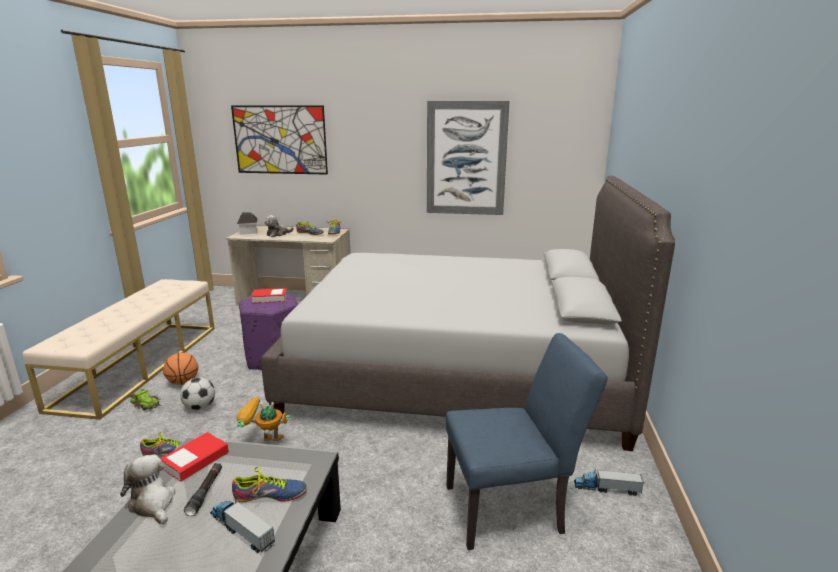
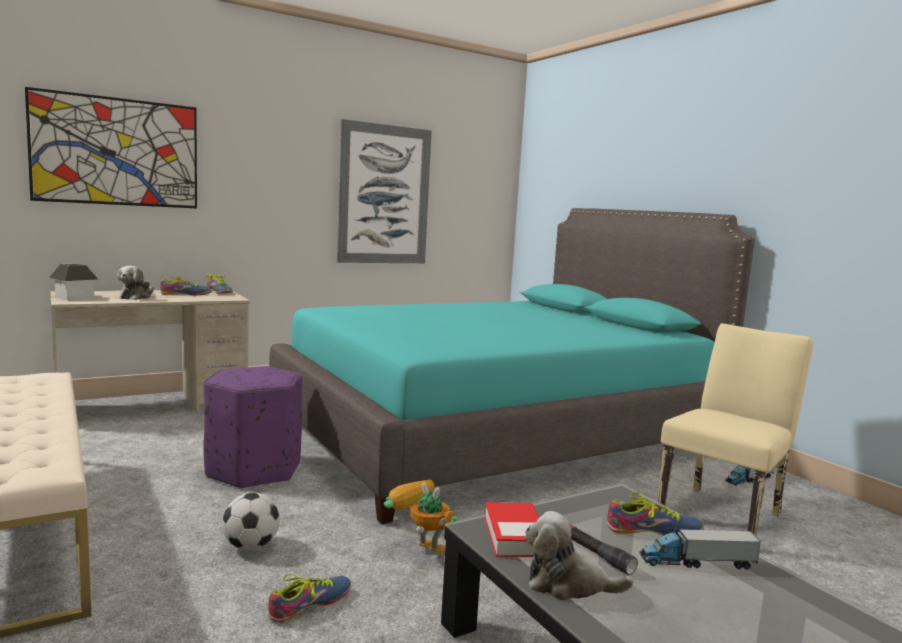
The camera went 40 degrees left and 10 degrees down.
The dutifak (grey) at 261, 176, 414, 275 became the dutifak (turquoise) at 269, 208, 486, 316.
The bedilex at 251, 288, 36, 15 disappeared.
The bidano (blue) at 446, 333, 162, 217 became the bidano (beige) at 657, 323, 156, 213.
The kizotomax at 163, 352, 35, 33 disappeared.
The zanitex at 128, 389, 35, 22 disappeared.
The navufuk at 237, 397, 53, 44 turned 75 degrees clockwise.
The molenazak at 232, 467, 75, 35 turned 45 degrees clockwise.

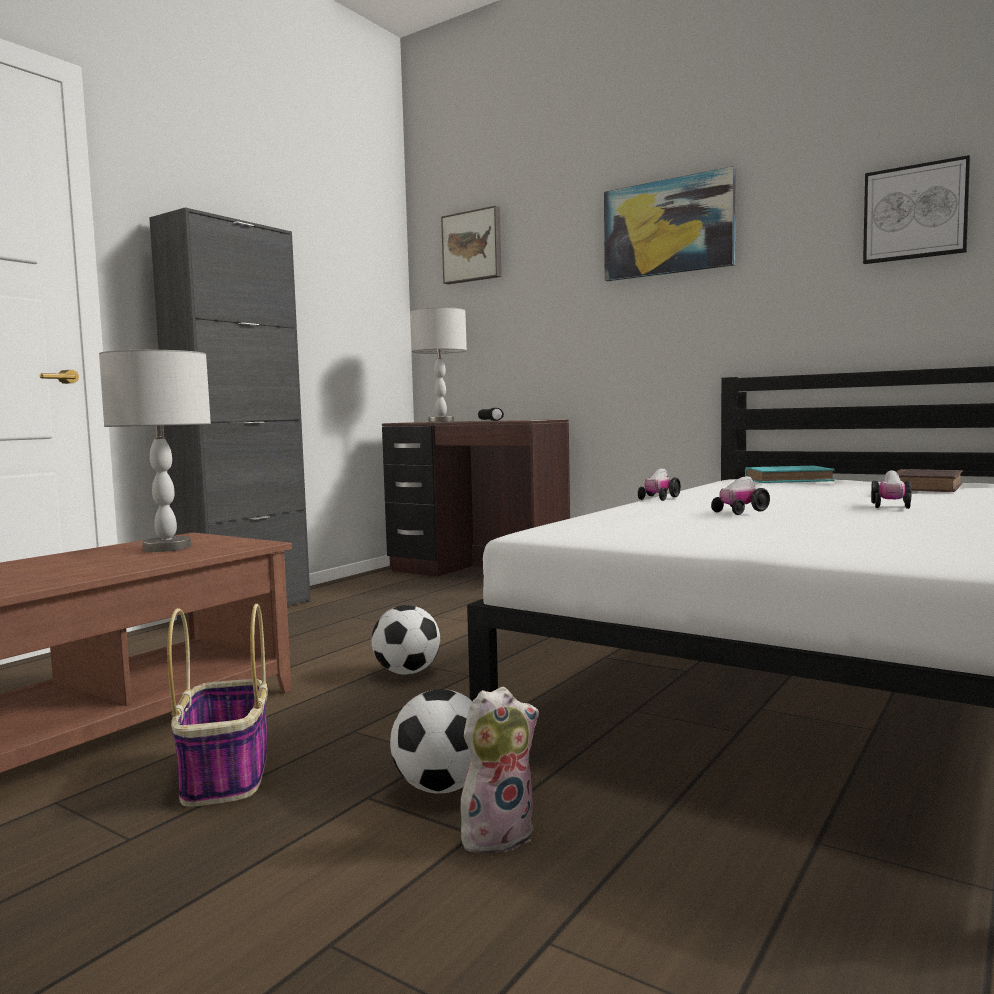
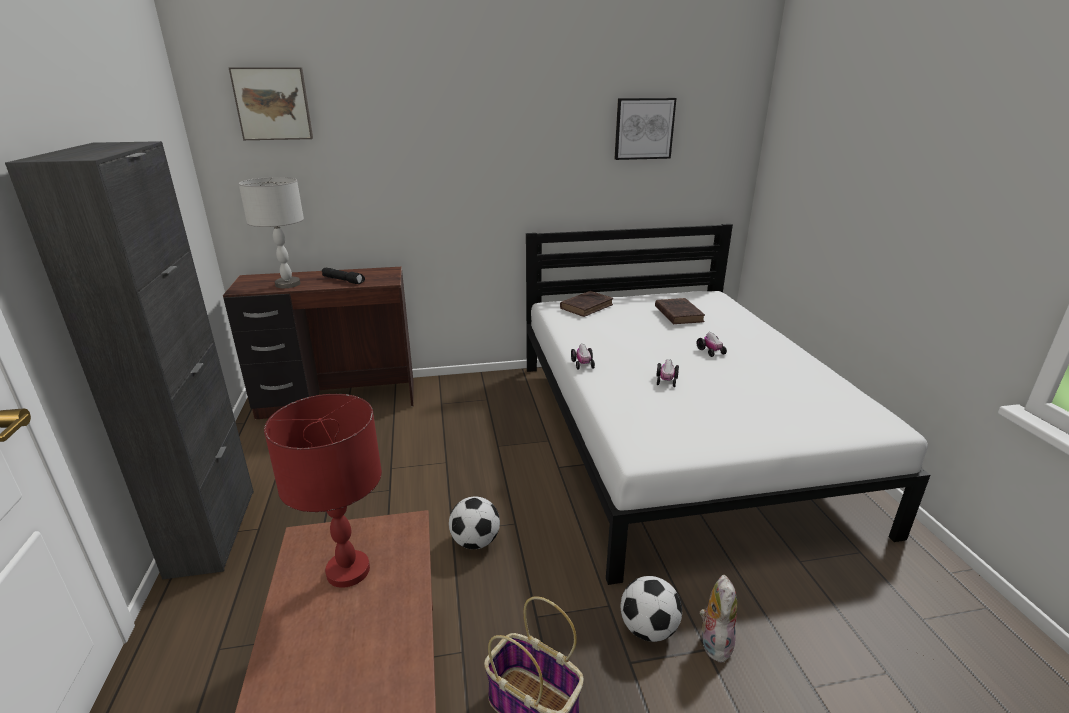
The camera went 45 degrees left and 20 degrees up.
The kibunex at 604, 166, 132, 115 disappeared.
The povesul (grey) at 99, 350, 112, 202 became the povesul (red) at 264, 394, 118, 194.
The bedilex (turquoise) at 745, 466, 90, 17 became the bedilex (brown) at 560, 291, 53, 26.

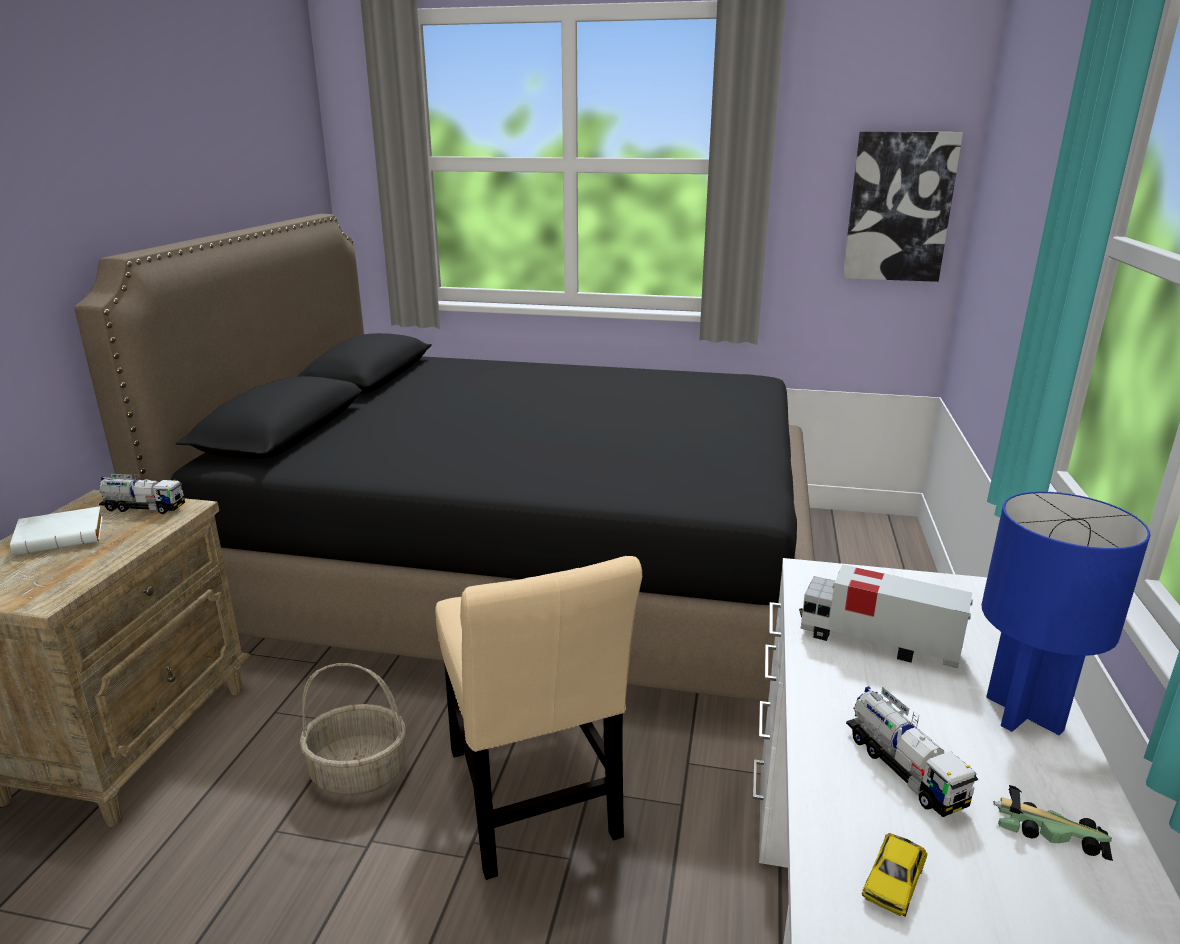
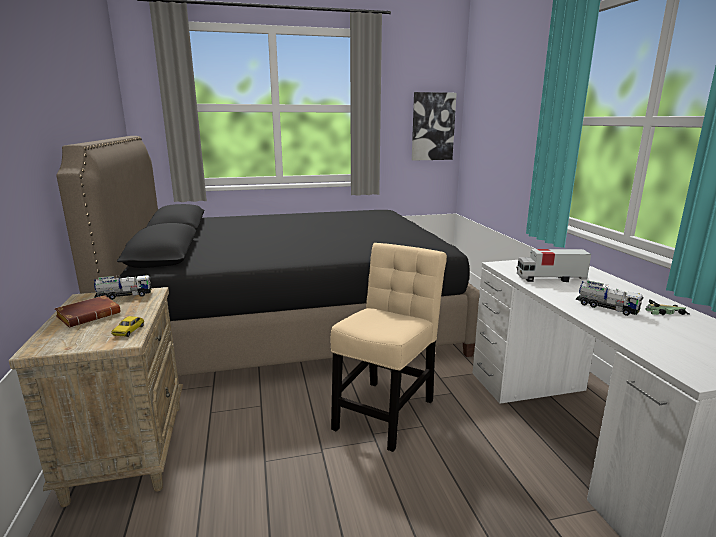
The camera went 25 degrees left and 5 degrees down.
The povesul (blue) at 981, 492, 169, 243 disappeared.
The bedilex (white) at 10, 506, 93, 50 became the bedilex (brown) at 54, 295, 66, 33.
The bidano (beige) at 435, 556, 207, 324 turned 105 degrees counterclockwise.
The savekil at 299, 663, 107, 133 disappeared.
The zanitex moved from 862, 833, 66, 84 to 111, 316, 33, 21.

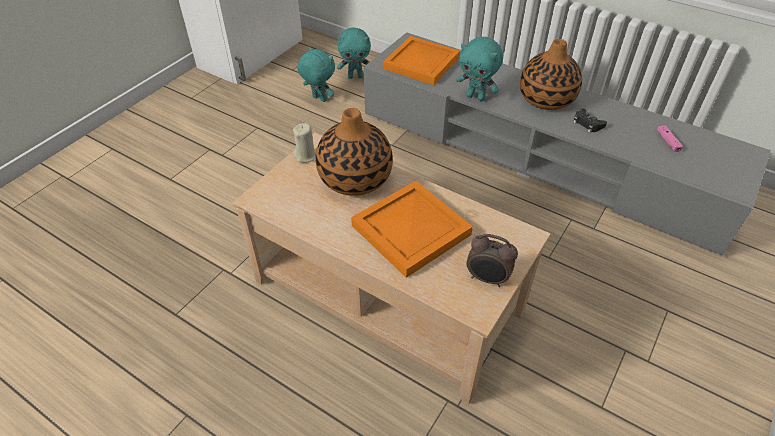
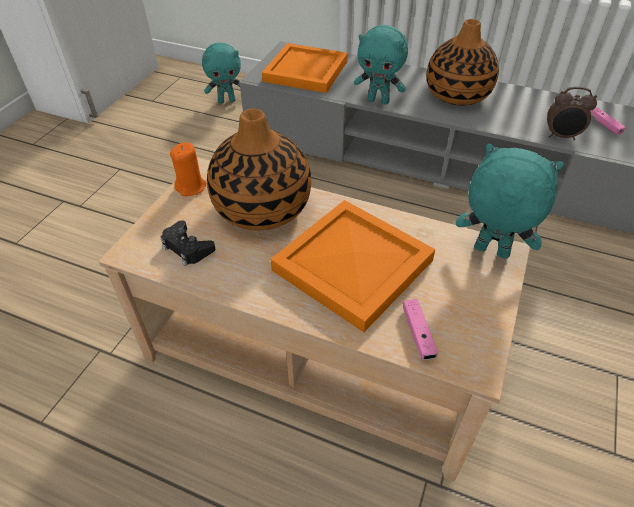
The camera went 10 degrees left and 0 degrees up.
The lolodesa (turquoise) moved from 297, 47, 38, 55 to 456, 144, 108, 115.
The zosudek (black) moved from 573, 109, 34, 24 to 160, 220, 55, 46.
The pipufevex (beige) at 293, 123, 23, 40 became the pipufevex (orange) at 170, 142, 37, 54.
The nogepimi moved from 466, 234, 52, 53 to 547, 87, 50, 53.
The zosudek (pink) at 403, 299, 35, 61 appeared.

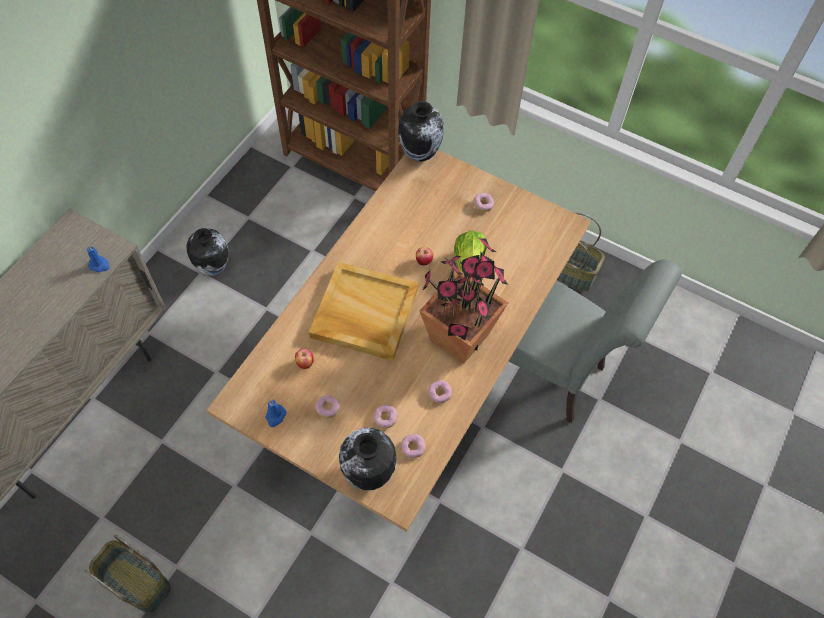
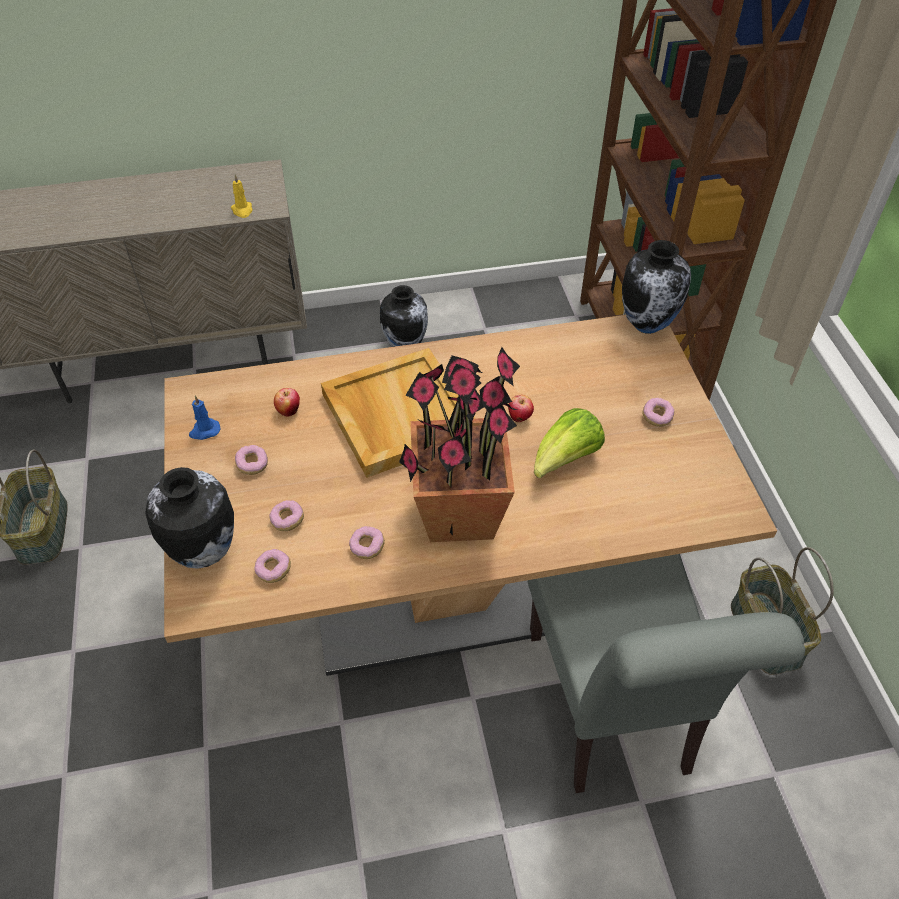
The camera went 50 degrees right and 10 degrees down.
The pipufevex (blue) at 87, 245, 23, 27 became the pipufevex (yellow) at 231, 174, 22, 44.

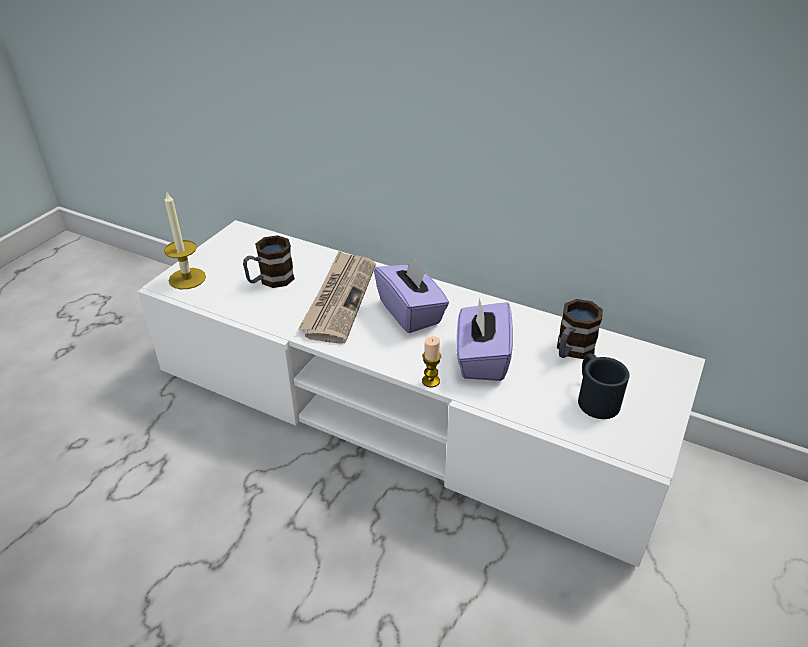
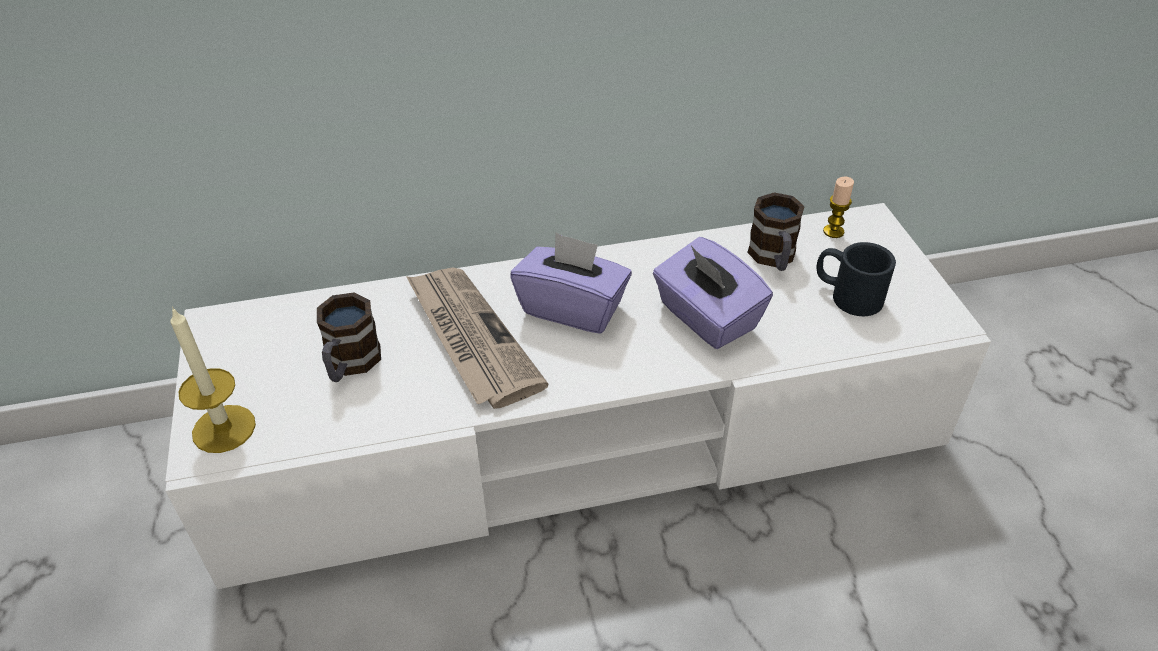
The camera went 40 degrees left and 5 degrees up.
The pipufevex moved from 422, 336, 19, 51 to 823, 177, 31, 61.

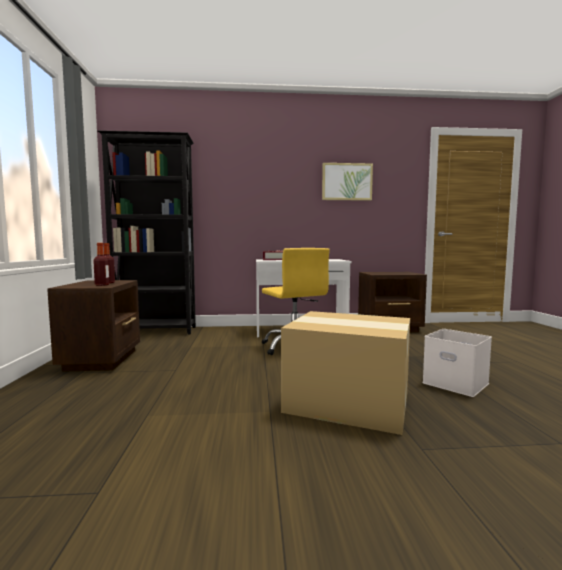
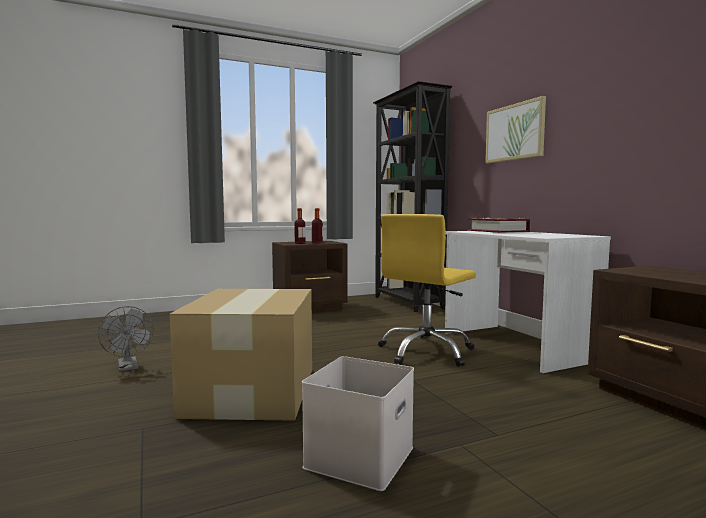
The camera went 70 degrees right and 0 degrees up.
The kibunex moved from 322, 163, 51, 38 to 485, 96, 61, 67.
The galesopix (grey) at 98, 306, 56, 65 appeared.

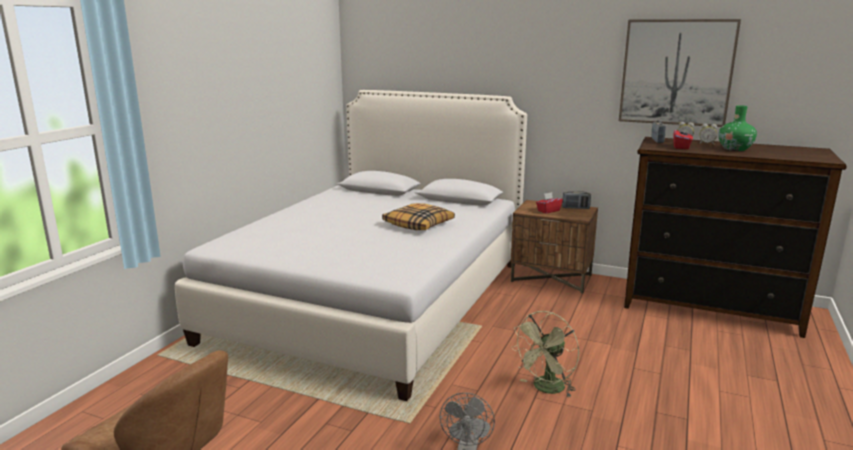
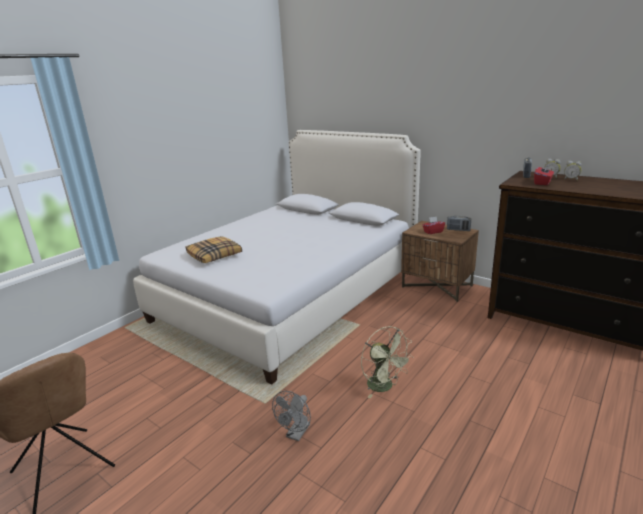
The camera went 15 degrees right and 5 degrees up.
The kibunex at 619, 19, 122, 108 disappeared.
The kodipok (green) at 718, 105, 39, 46 disappeared.
The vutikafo moved from 382, 203, 73, 27 to 185, 236, 57, 27.
The galesopix (green) at 511, 311, 68, 86 turned 90 degrees counterclockwise.

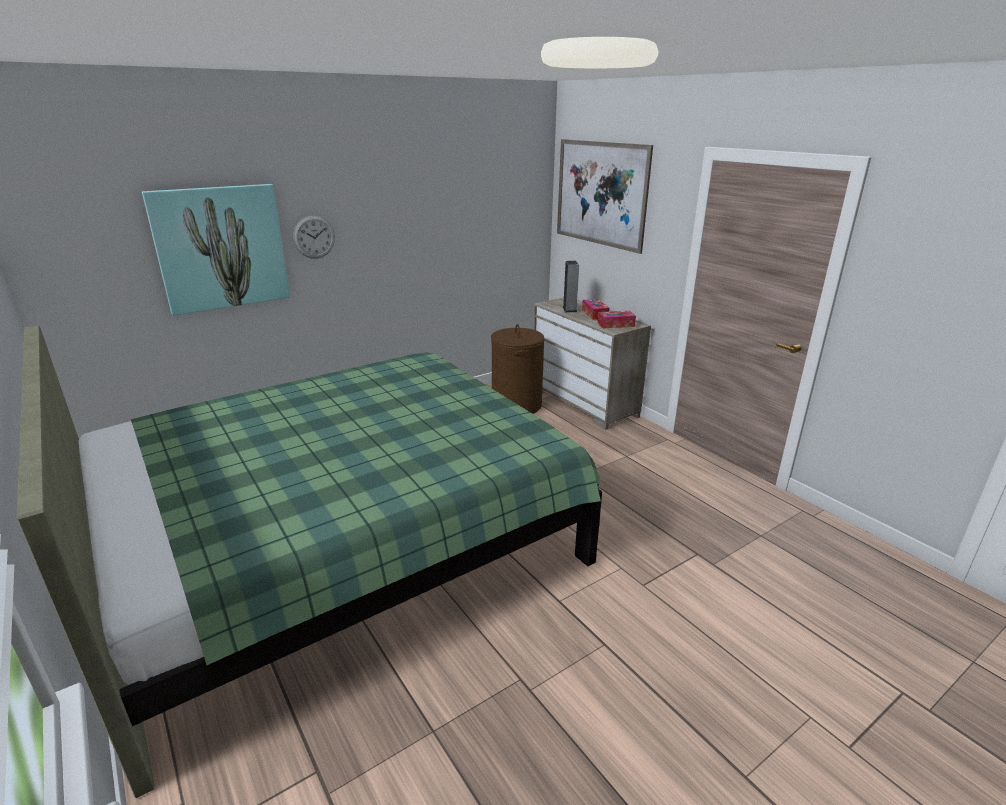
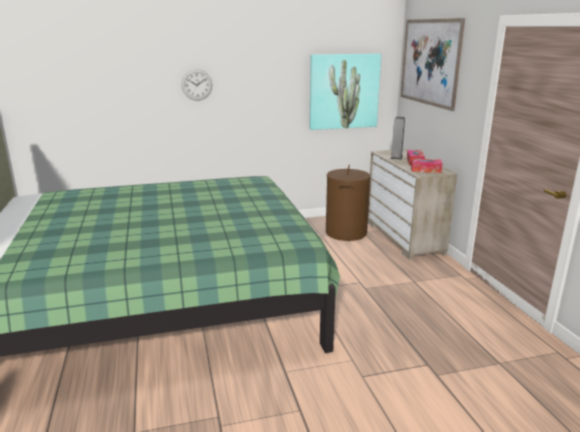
The camera went 20 degrees right and 5 degrees down.
The kibunex moved from 142, 184, 148, 132 to 309, 54, 72, 76.

